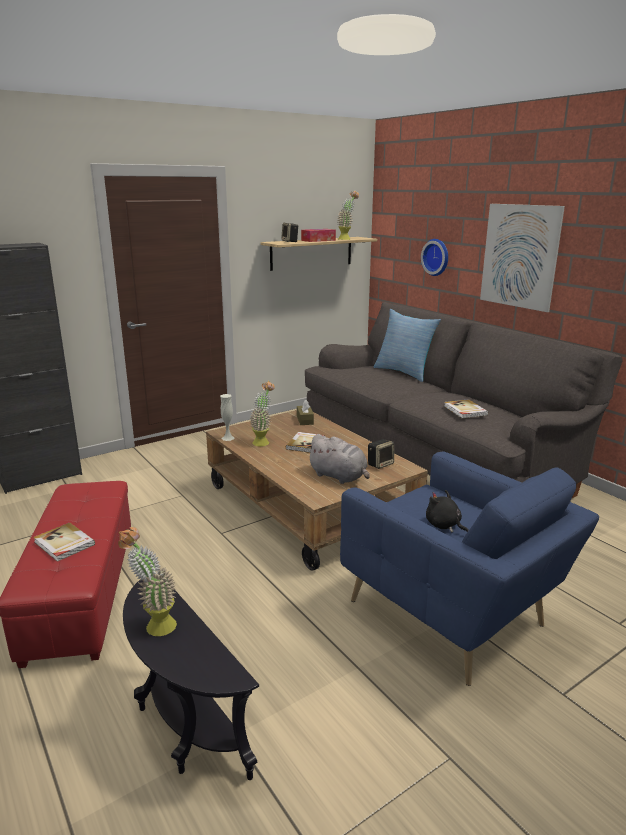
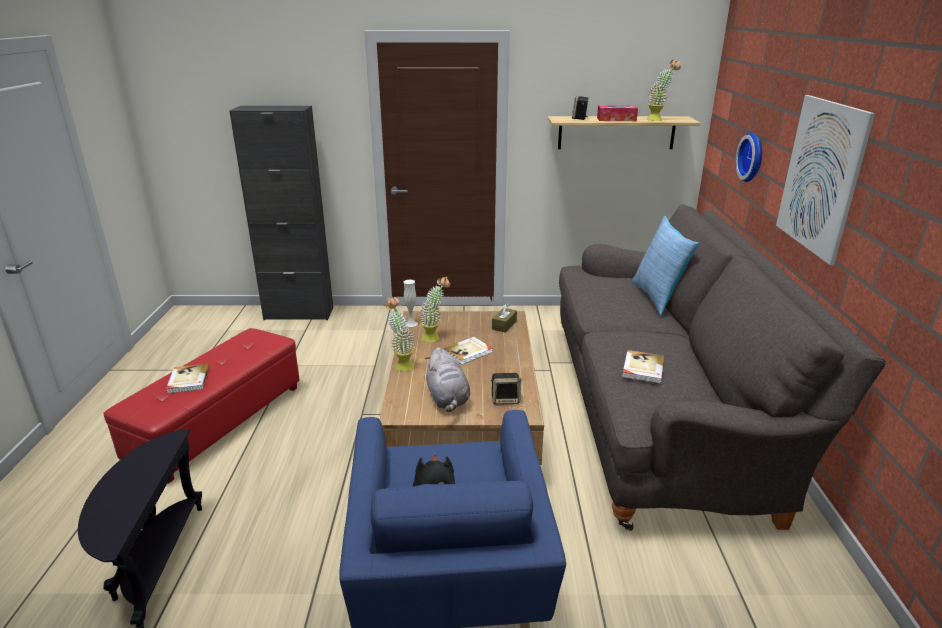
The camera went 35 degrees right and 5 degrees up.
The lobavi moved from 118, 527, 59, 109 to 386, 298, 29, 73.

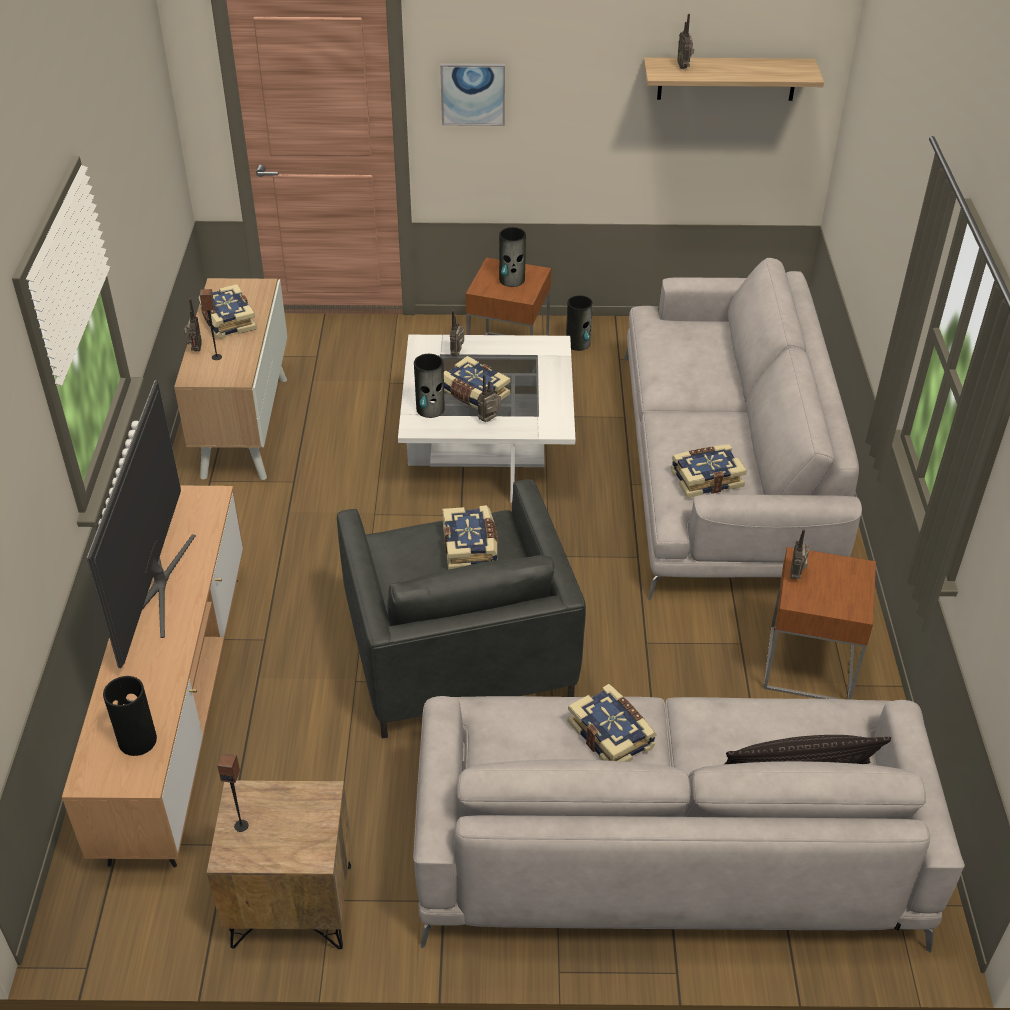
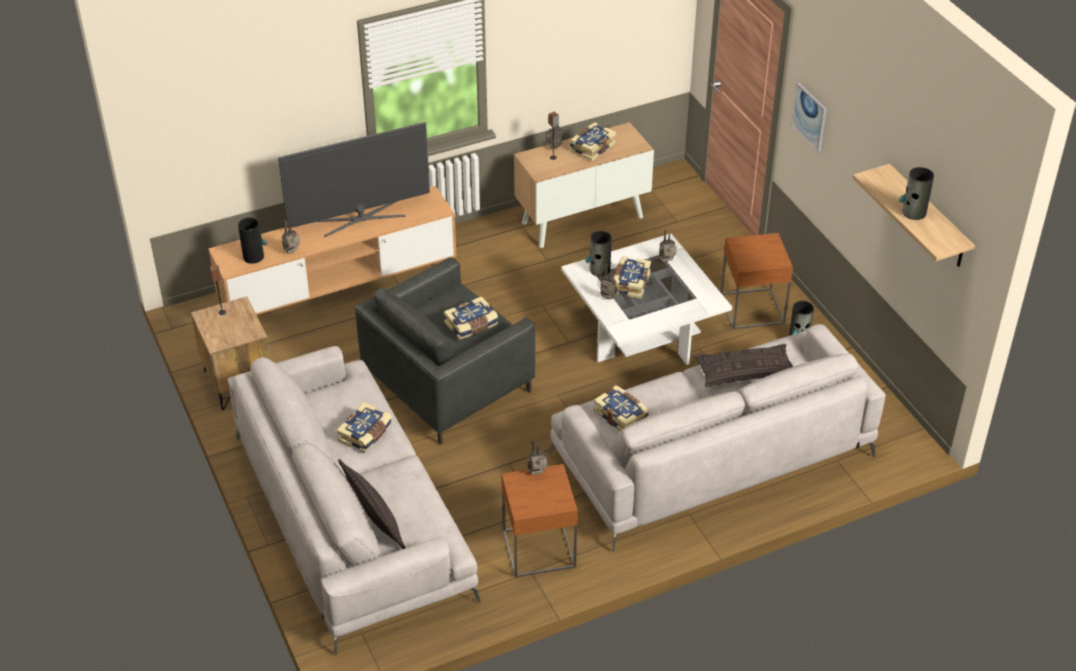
The camera went 65 degrees right and 0 degrees up.
The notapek moved from 677, 14, 17, 55 to 282, 220, 18, 34.
The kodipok moved from 499, 227, 27, 60 to 899, 167, 35, 53.
The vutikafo at 693, 344, 100, 43 appeared.

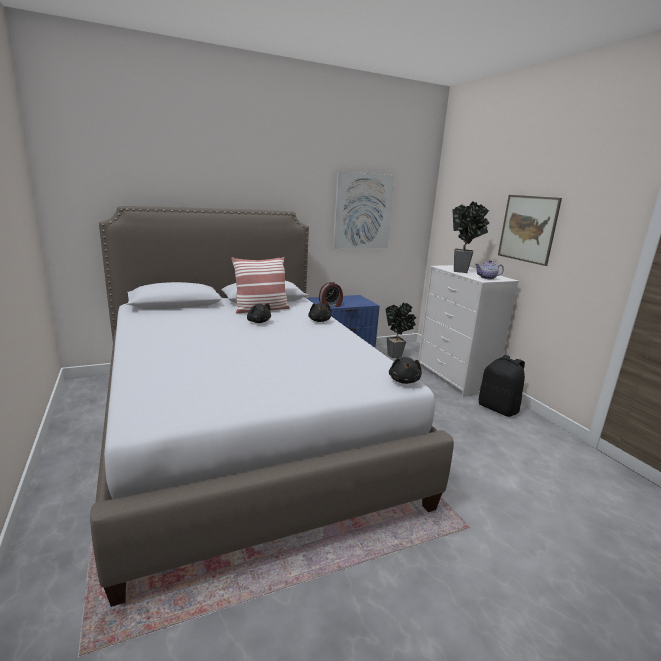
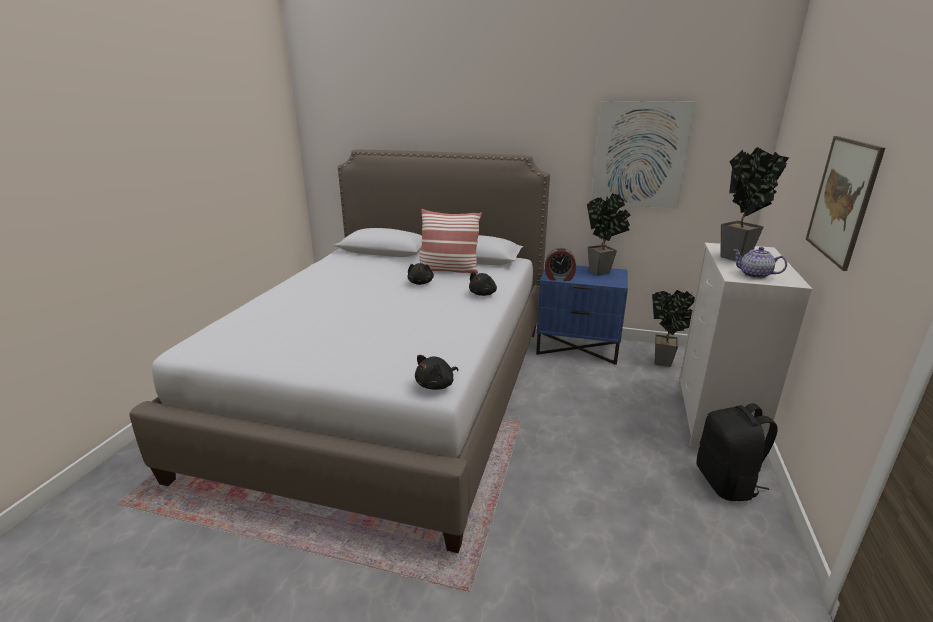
The camera went 40 degrees right and 5 degrees up.
The lobavi at 587, 193, 43, 82 appeared.

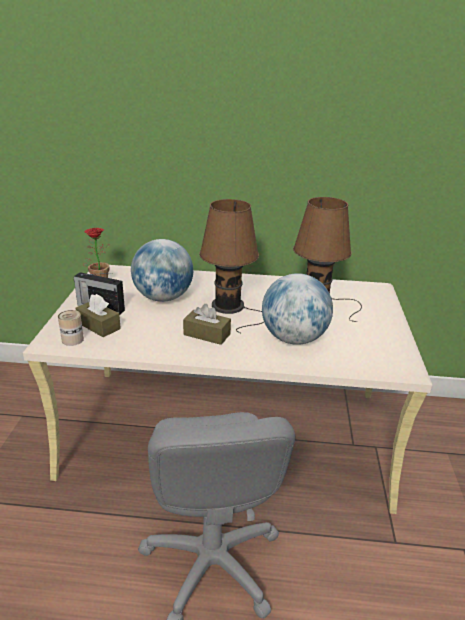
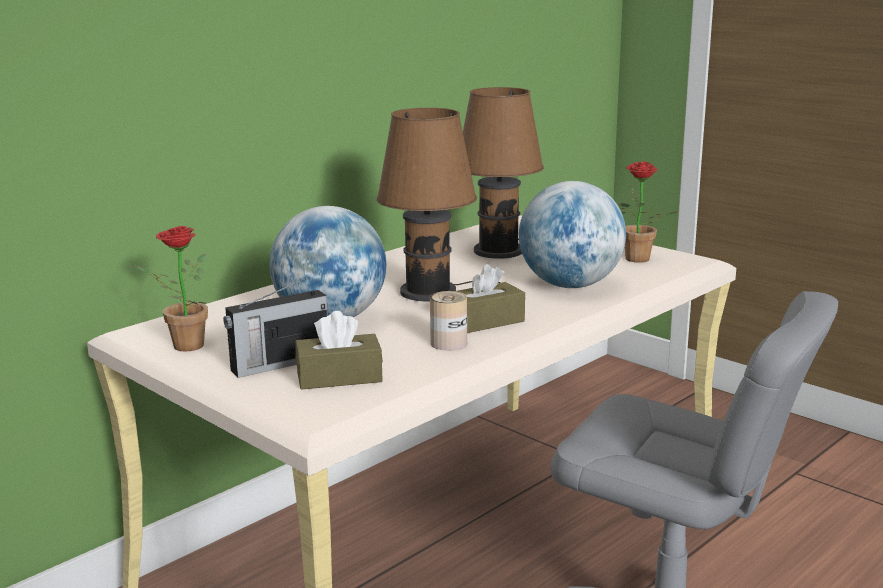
The camera went 50 degrees left and 10 degrees down.
The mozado moved from 58, 310, 26, 36 to 430, 291, 37, 60.
The lobavi at 620, 161, 56, 102 appeared.

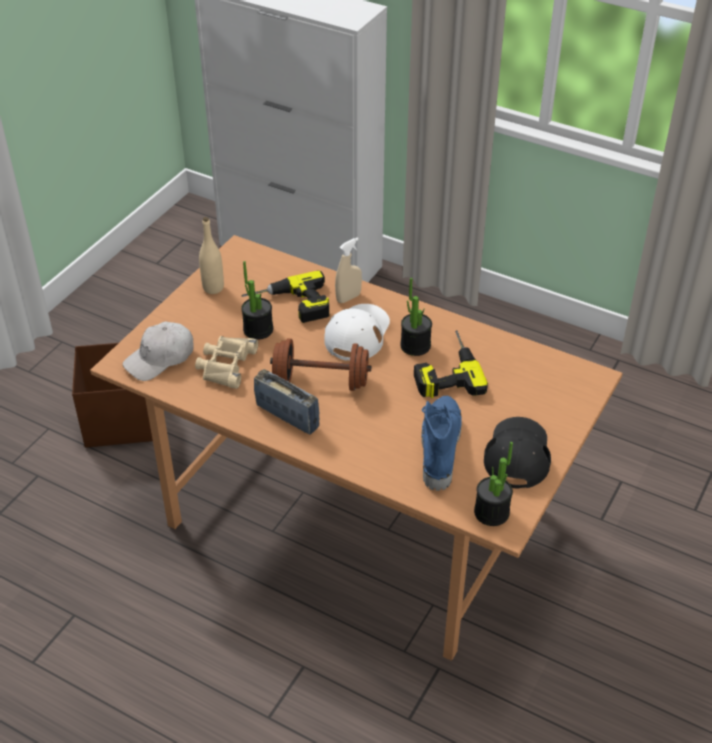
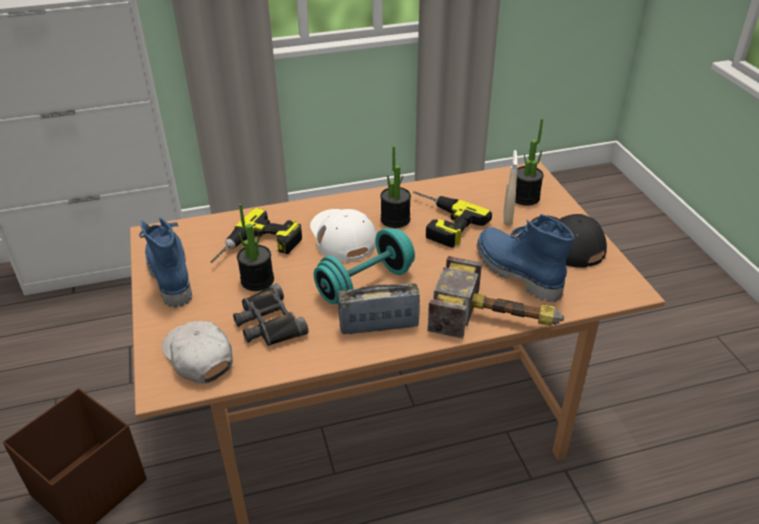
The camera went 45 degrees left and 5 degrees down.
The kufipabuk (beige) at 199, 217, 25, 77 was replaced by the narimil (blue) at 139, 218, 53, 90.
The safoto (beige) moved from 335, 237, 27, 66 to 504, 150, 14, 75.
The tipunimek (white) at 123, 322, 71, 59 turned 135 degrees clockwise.
The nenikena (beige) at 195, 336, 63, 53 became the nenikena (black) at 233, 283, 76, 63.
The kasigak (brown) at 270, 338, 101, 53 became the kasigak (turquoise) at 314, 228, 101, 76.
The lobavi moved from 474, 442, 39, 84 to 515, 119, 29, 87.
The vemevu at 428, 256, 136, 83 appeared.

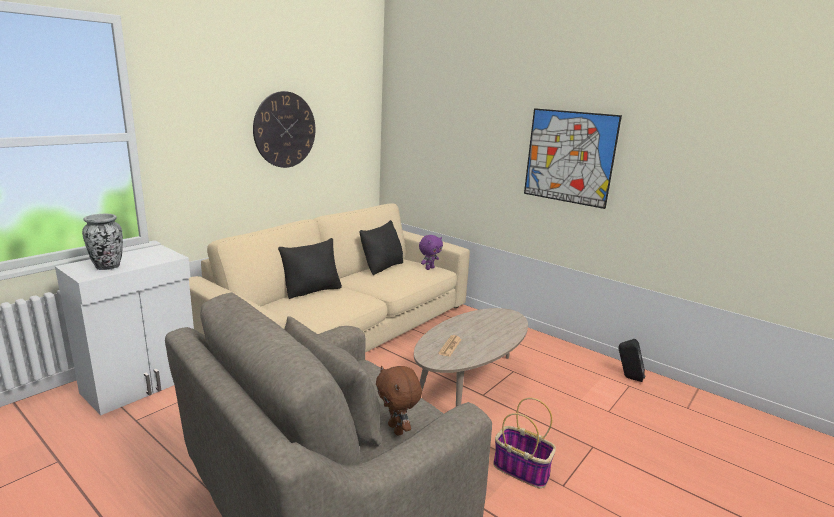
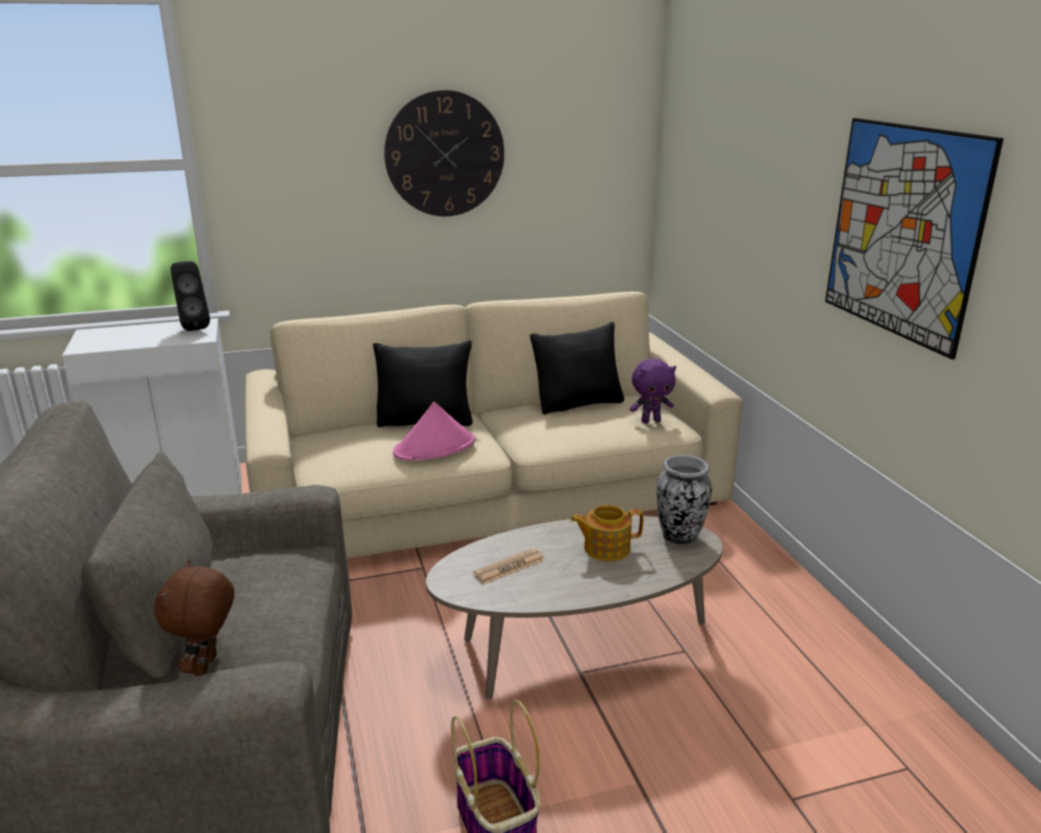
The camera went 35 degrees right and 5 degrees up.
The kodipok moved from 82, 214, 41, 56 to 657, 455, 55, 90.
The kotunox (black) moved from 619, 339, 27, 43 to 171, 261, 39, 70.
The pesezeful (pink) at 393, 402, 82, 58 appeared.
The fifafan at 571, 505, 72, 56 appeared.

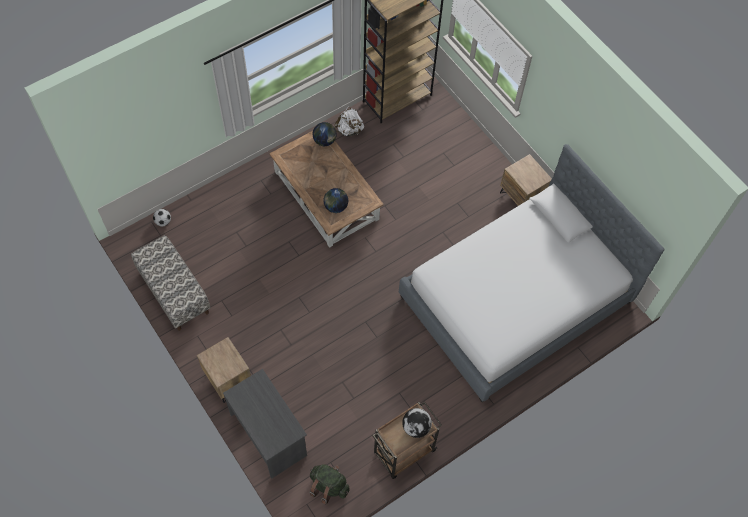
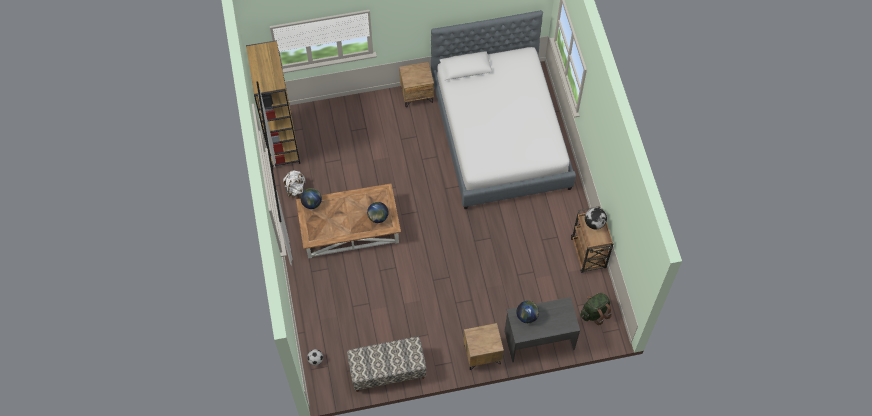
The camera went 65 degrees left and 0 degrees up.
The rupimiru at 516, 301, 23, 22 appeared.

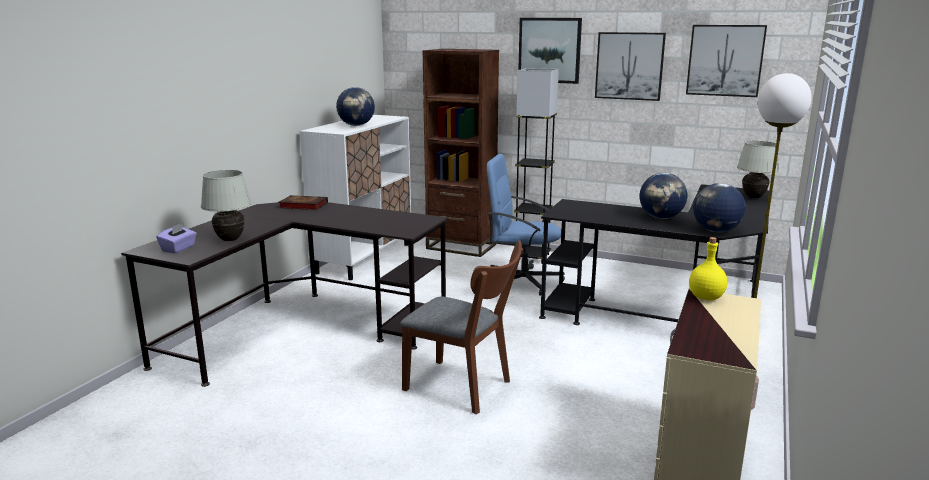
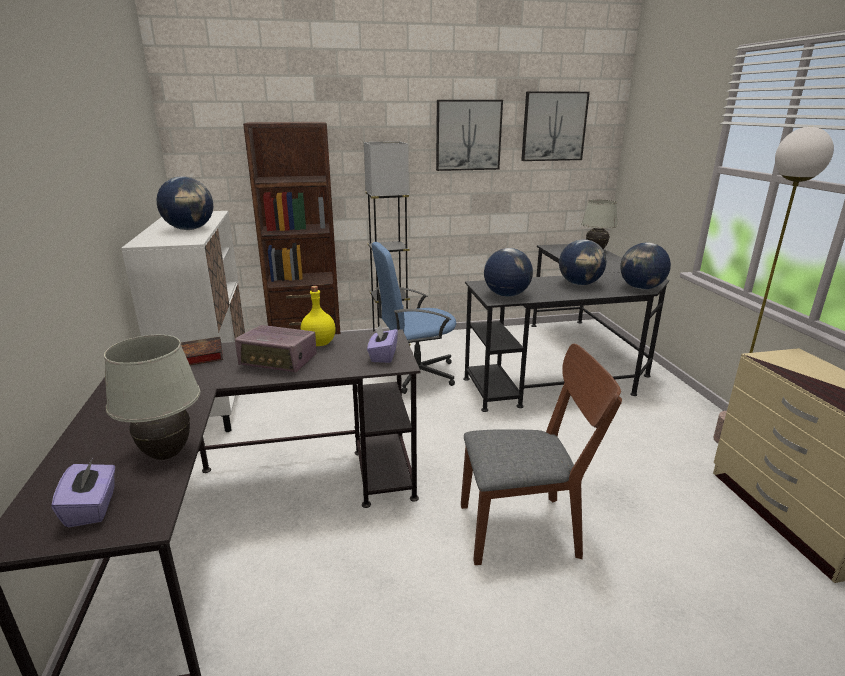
The camera went 35 degrees left and 5 degrees up.
The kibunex at 518, 18, 64, 66 disappeared.
The kufipabuk (yellow) moved from 689, 237, 38, 63 to 301, 286, 35, 60.
The rupimiru at 484, 248, 49, 49 appeared.
The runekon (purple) at 367, 324, 31, 39 appeared.
The notapek at 235, 325, 82, 48 appeared.

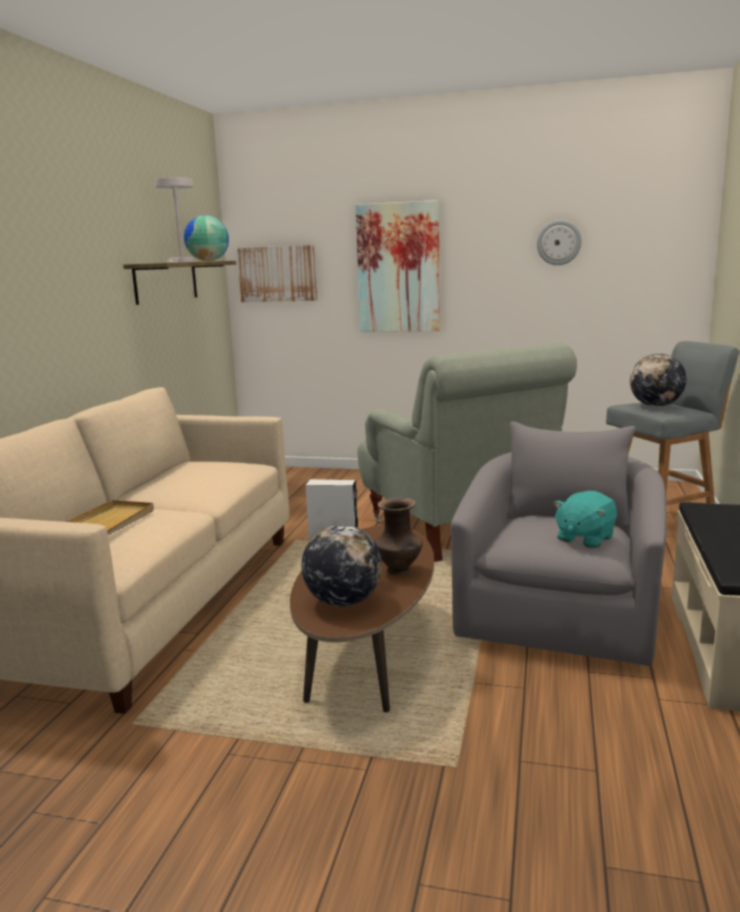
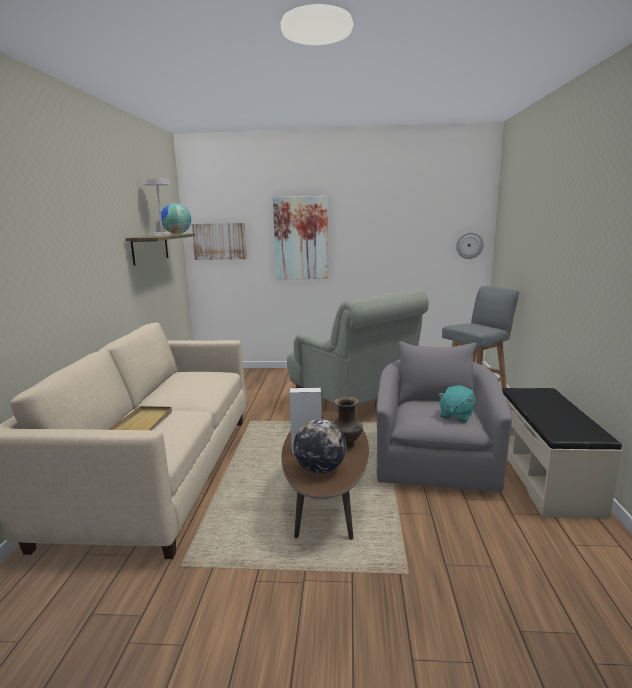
The camera went 10 degrees left and 0 degrees up.
The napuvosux moved from 537, 220, 45, 45 to 456, 232, 28, 27.
The rupimiru at 630, 353, 56, 54 disappeared.

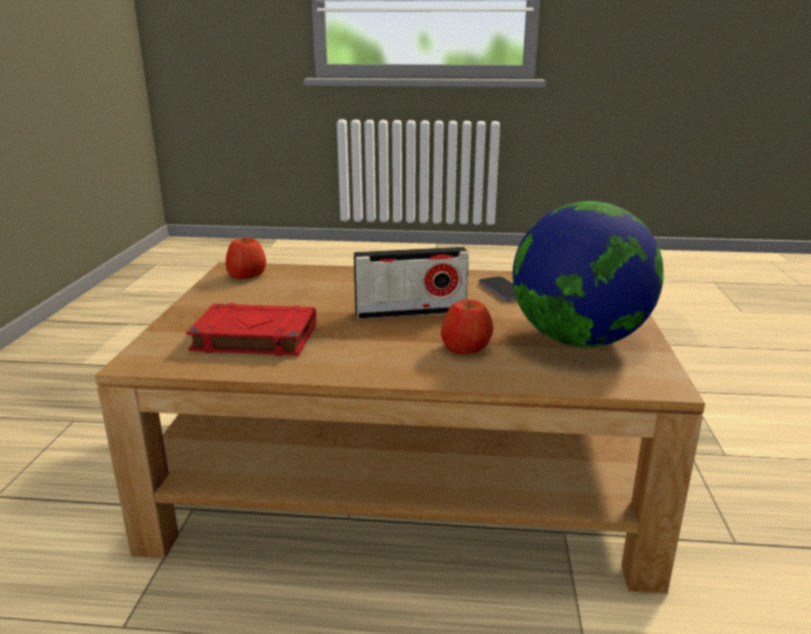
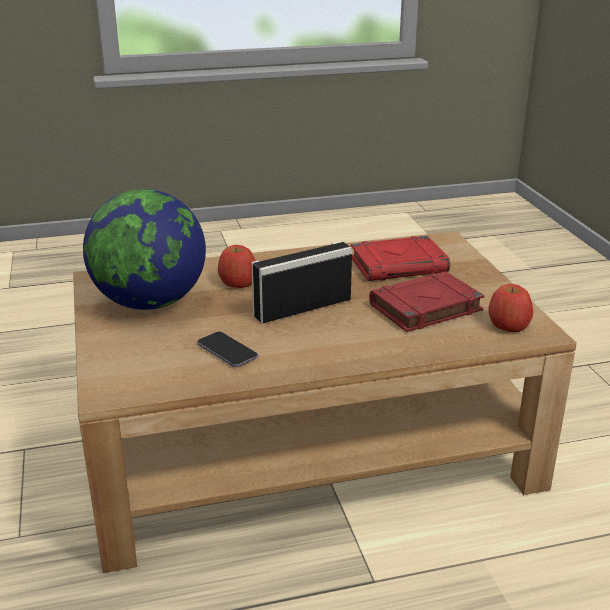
The camera went 160 degrees right and 5 degrees up.
The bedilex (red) at 369, 271, 116, 61 appeared.

